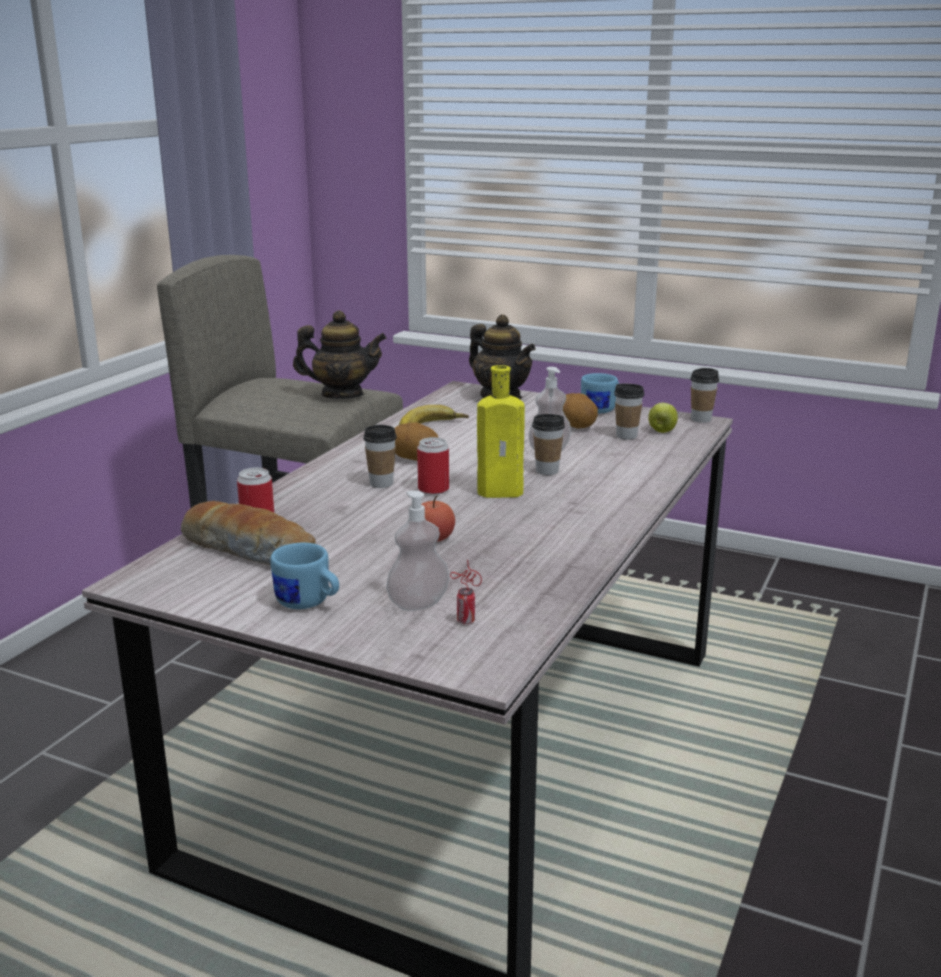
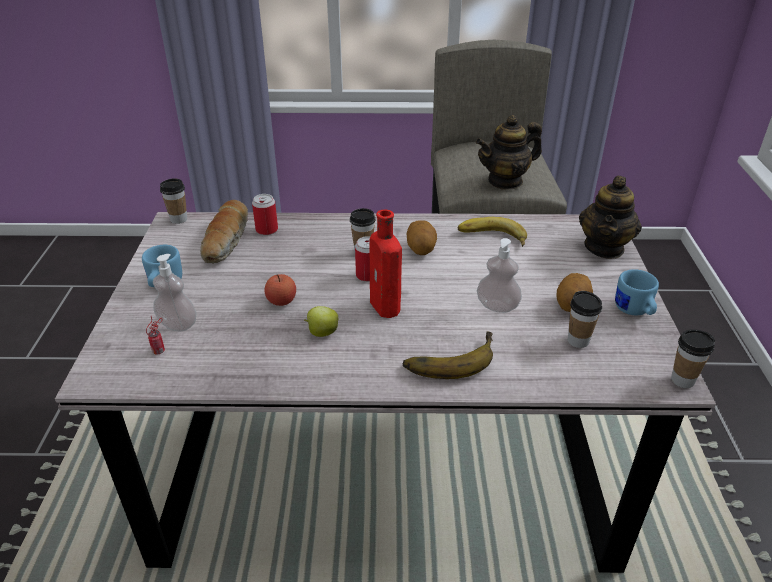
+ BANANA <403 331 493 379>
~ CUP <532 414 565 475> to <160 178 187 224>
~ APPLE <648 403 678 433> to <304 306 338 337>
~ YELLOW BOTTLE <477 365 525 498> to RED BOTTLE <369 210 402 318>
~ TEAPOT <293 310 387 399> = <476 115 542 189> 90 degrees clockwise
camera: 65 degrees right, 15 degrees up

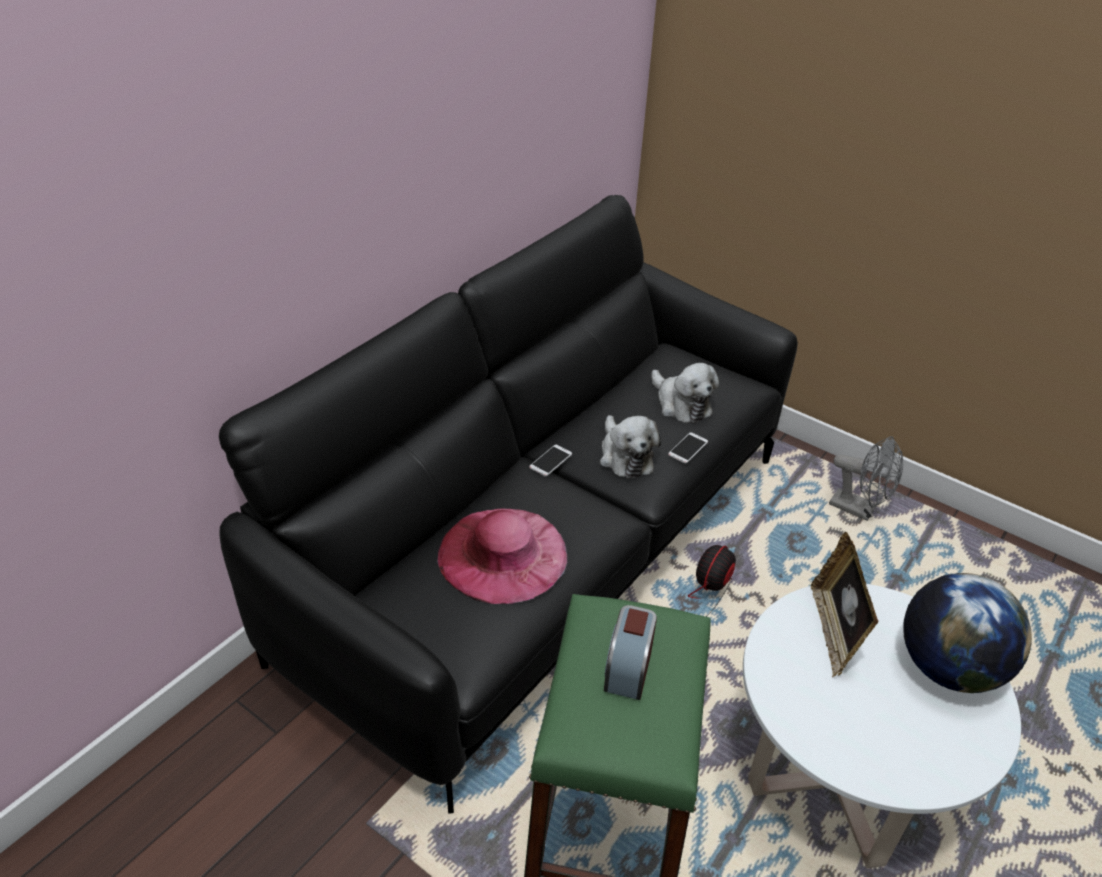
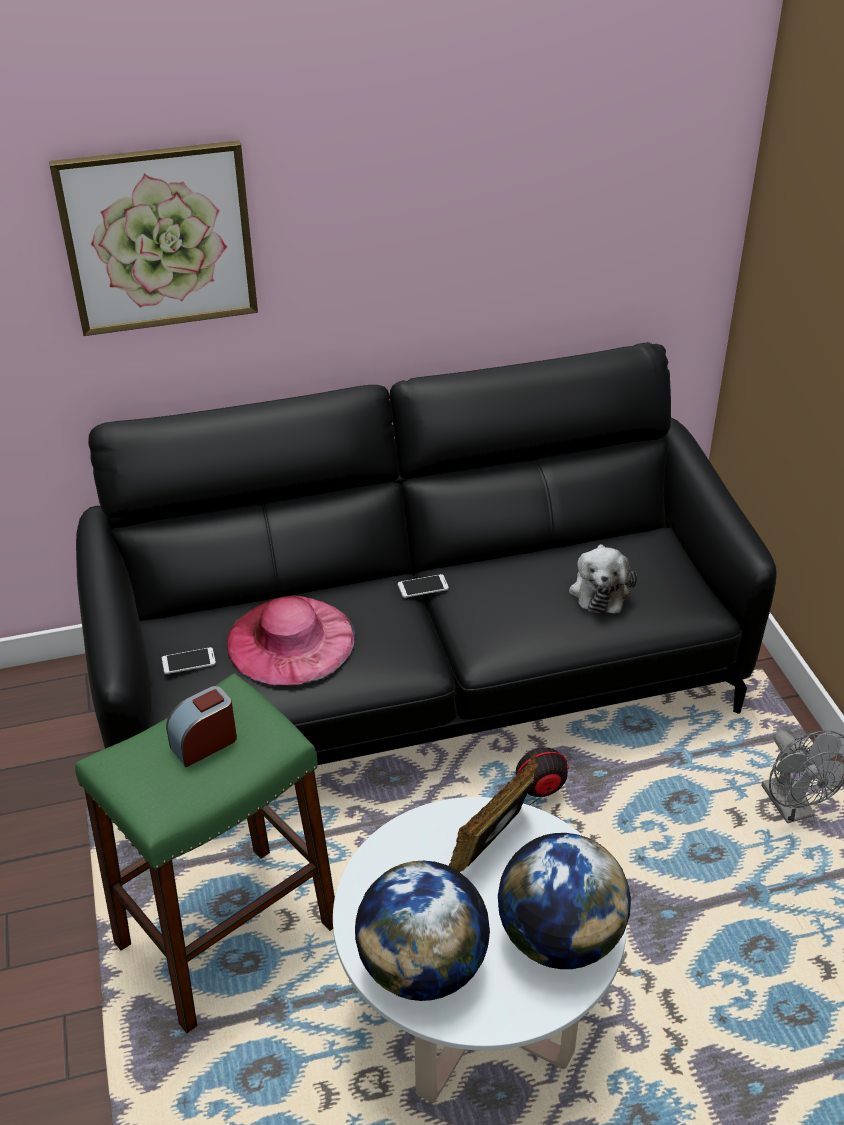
- PLUSH TOY <600 415 661 479>
+ PICTURE <49 140 258 336>
+ GLOBE <355 861 490 1001>
~ PHONE <668 433 708 464> to <162 647 216 674>
camera: 40 degrees right, 0 degrees up

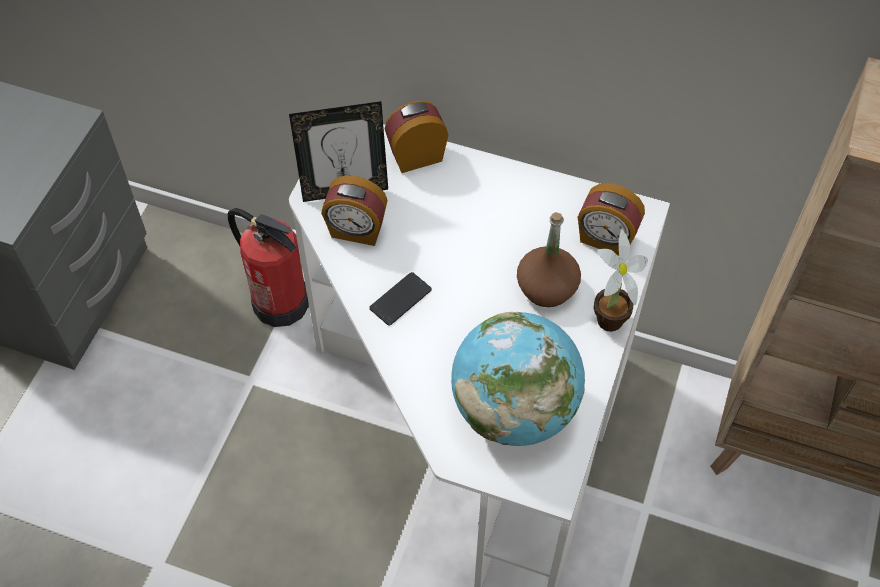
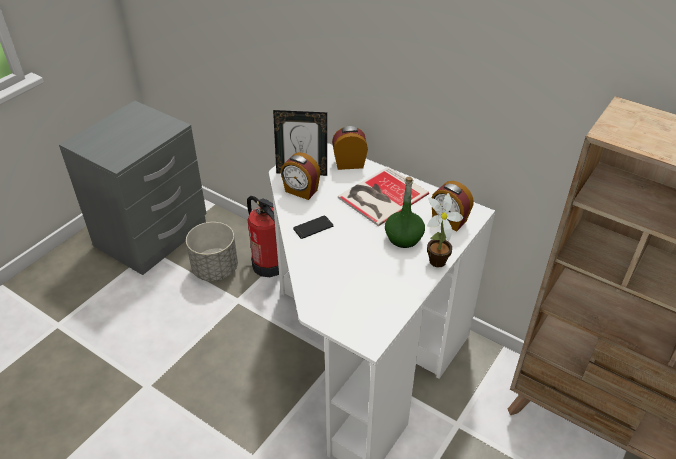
- GLOBE <451 312 585 446>
+ GREY PLANTER <186 222 238 281>
+ BOOK <338 167 429 226>
~ BROWN BOTTLE <517 212 581 307> to GREEN BOTTLE <385 177 425 248>
camera: 15 degrees right, 15 degrees down

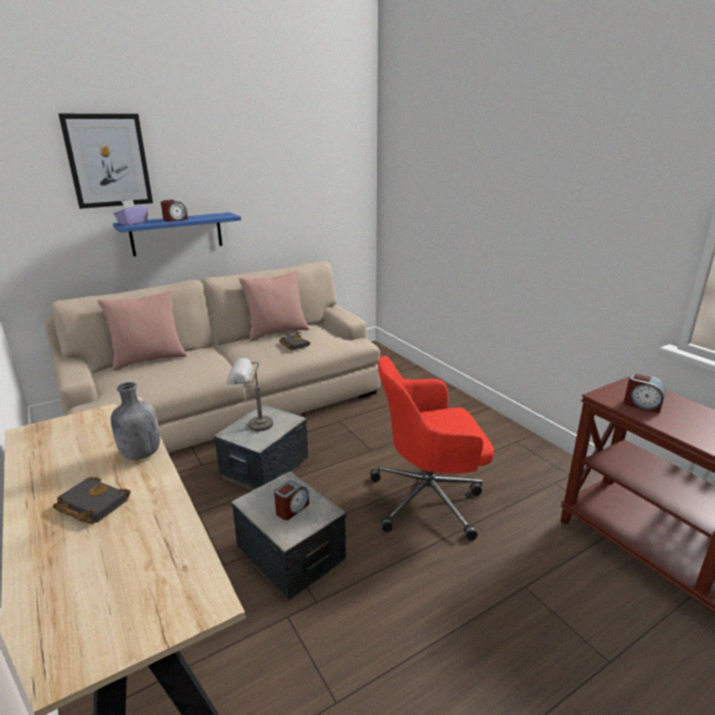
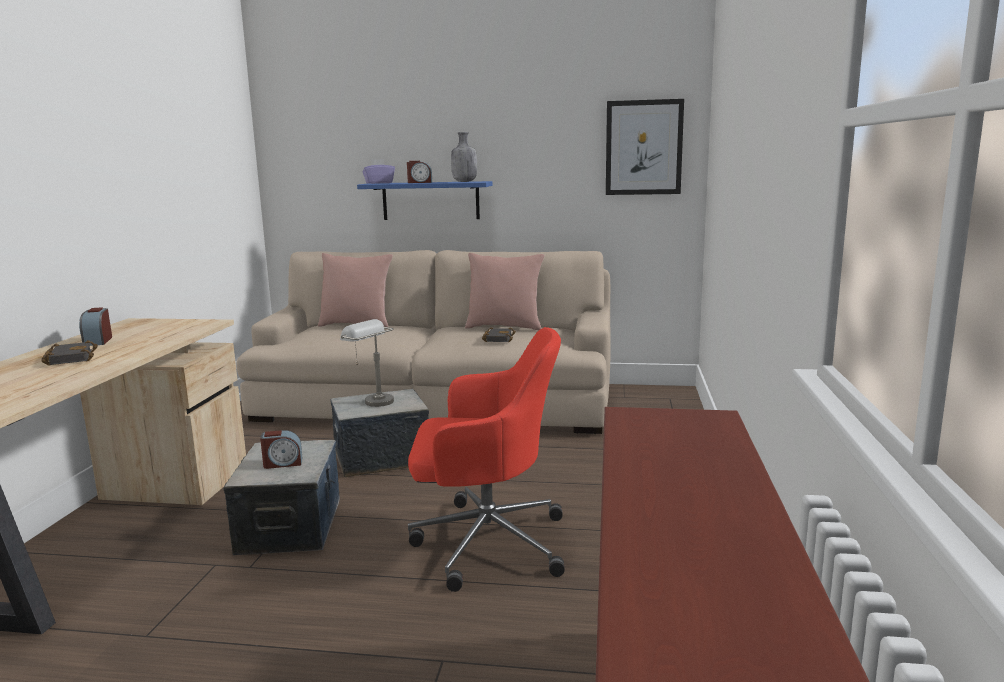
~ PICTURE <59 114 153 209> to <606 99 684 195>
~ GREY BOTTLE <111 382 160 460> to <451 132 477 182>
~ ALARM CLOCK <624 373 666 413> to <79 307 112 346>
~ RED OFFICE CHAIR <370 356 494 540> = <408 327 565 592> 150 degrees clockwise
camera: 40 degrees right, 10 degrees down

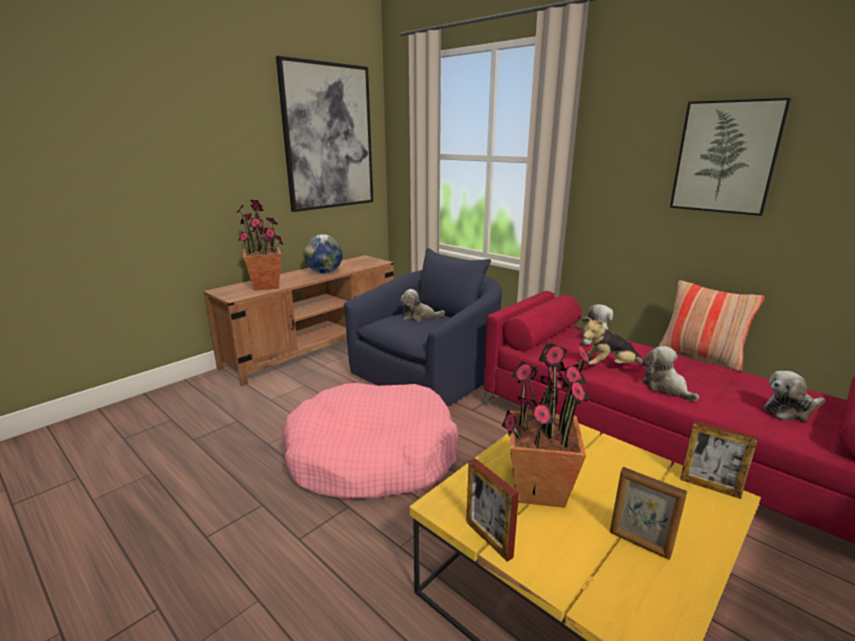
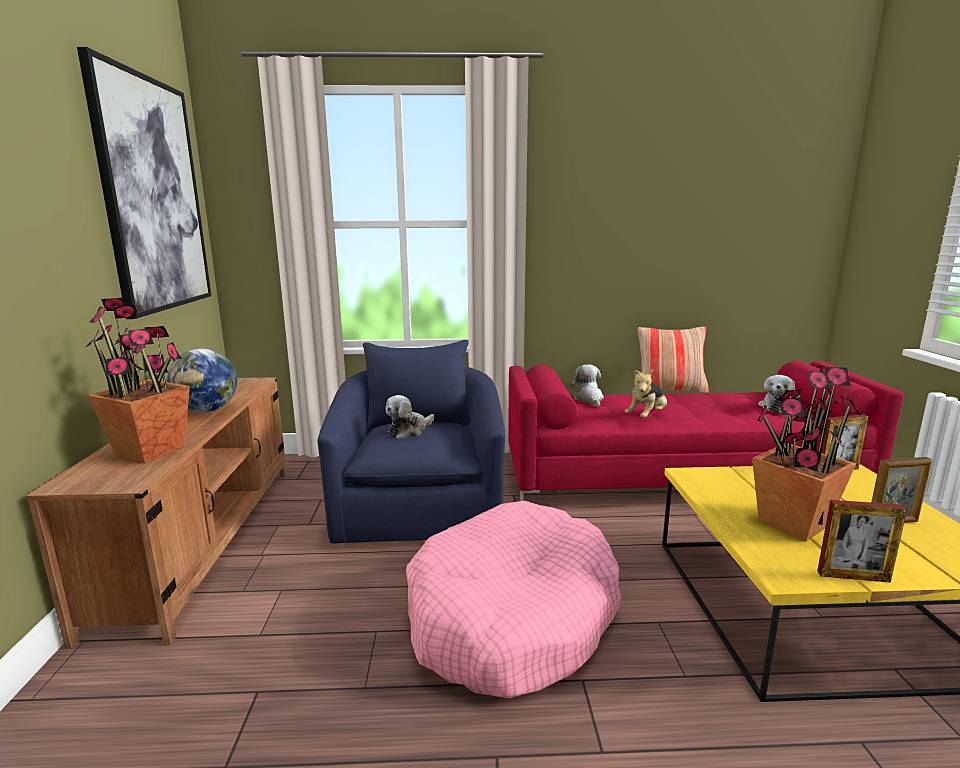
- PLUSH TOY <642 346 699 402>
- PICTURE <670 98 791 216>
camera: 45 degrees left, 5 degrees down

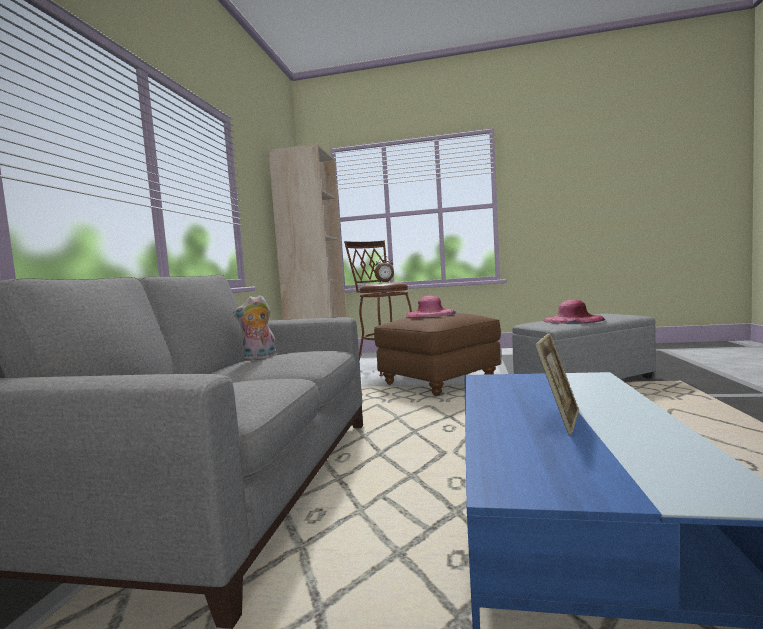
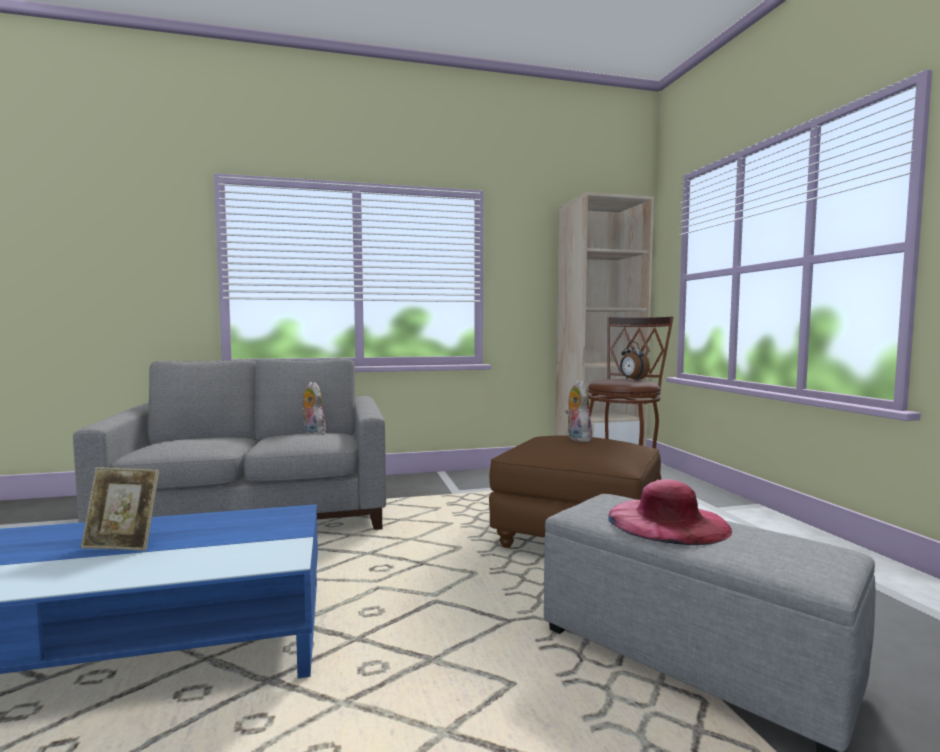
~ PINK HAT <405 295 457 317> to PLUSH TOY <565 380 592 442>
camera: 65 degrees right, 0 degrees up

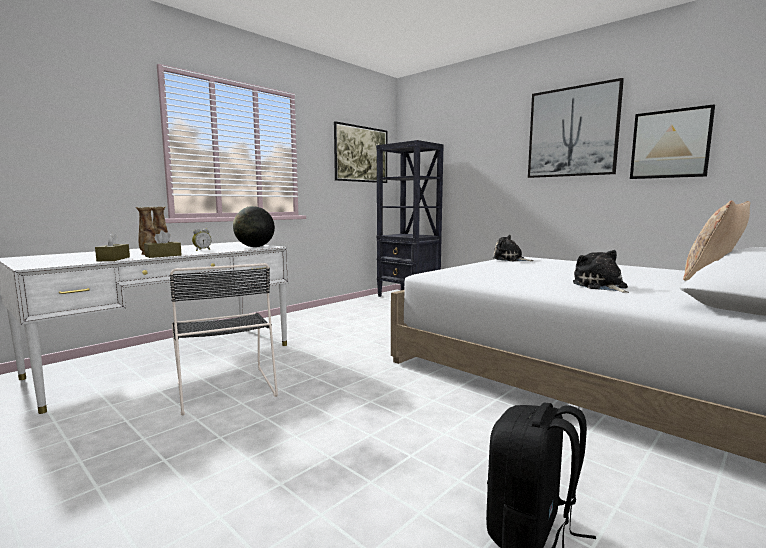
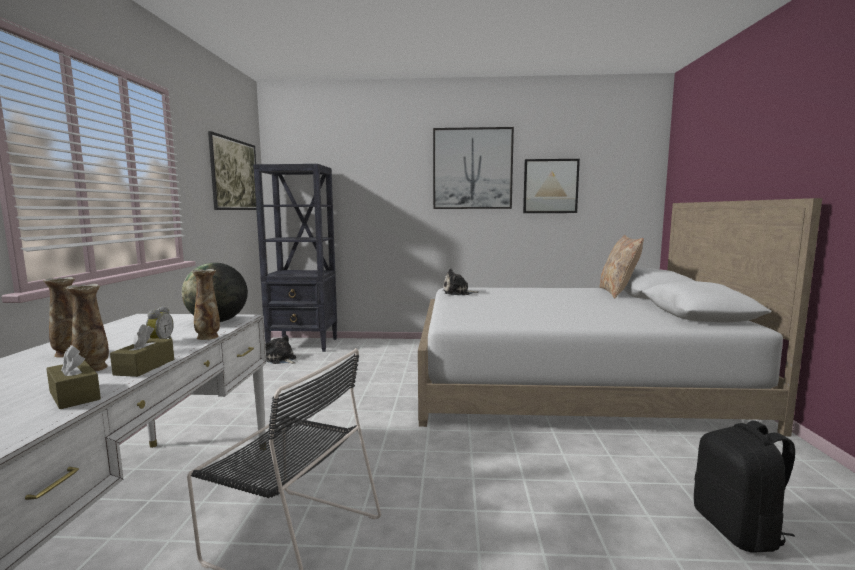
+ VASE <192 269 220 340>
~ PLUSH TOY <573 250 629 293> to <265 335 296 364>
camera: 40 degrees left, 0 degrees up

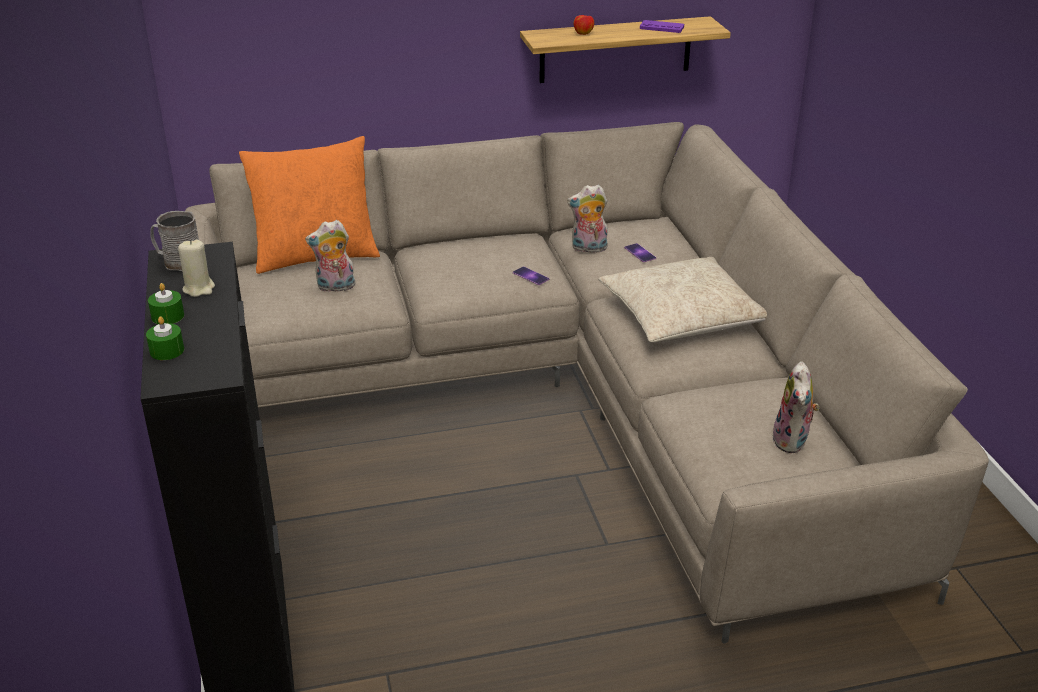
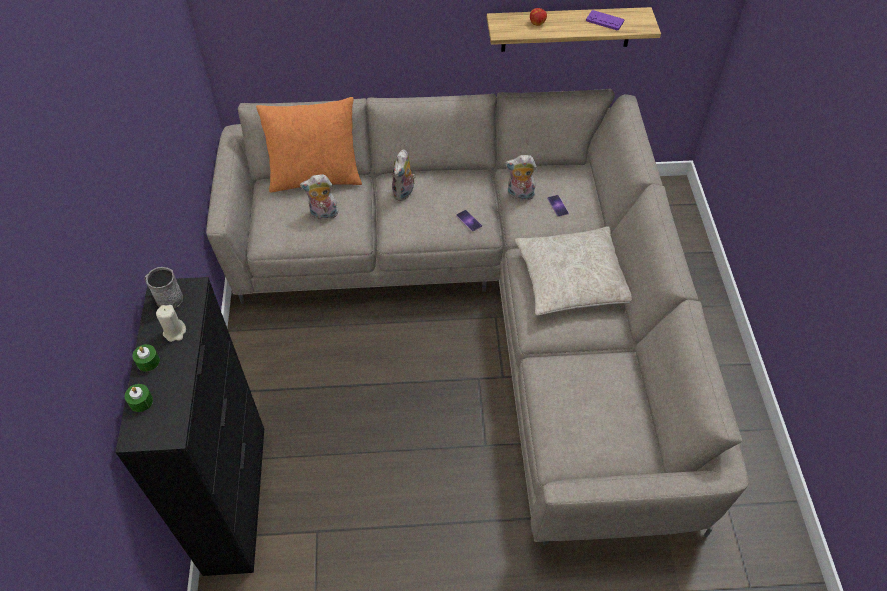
~ PLUSH TOY <772 361 820 453> to <392 150 416 201>
camera: 10 degrees right, 20 degrees up

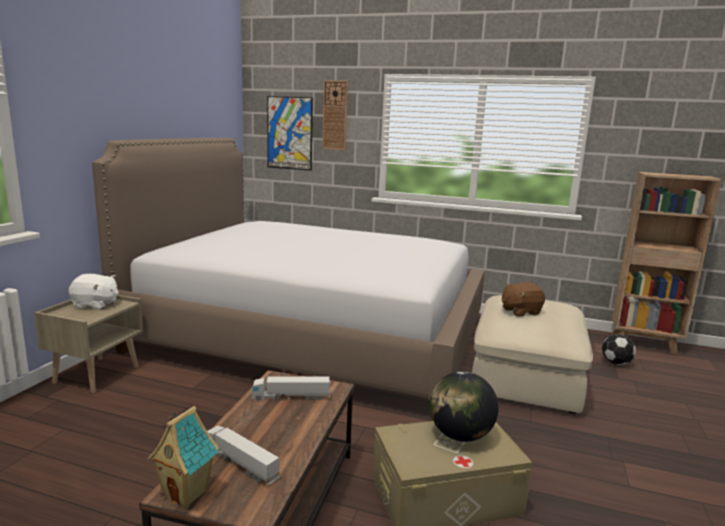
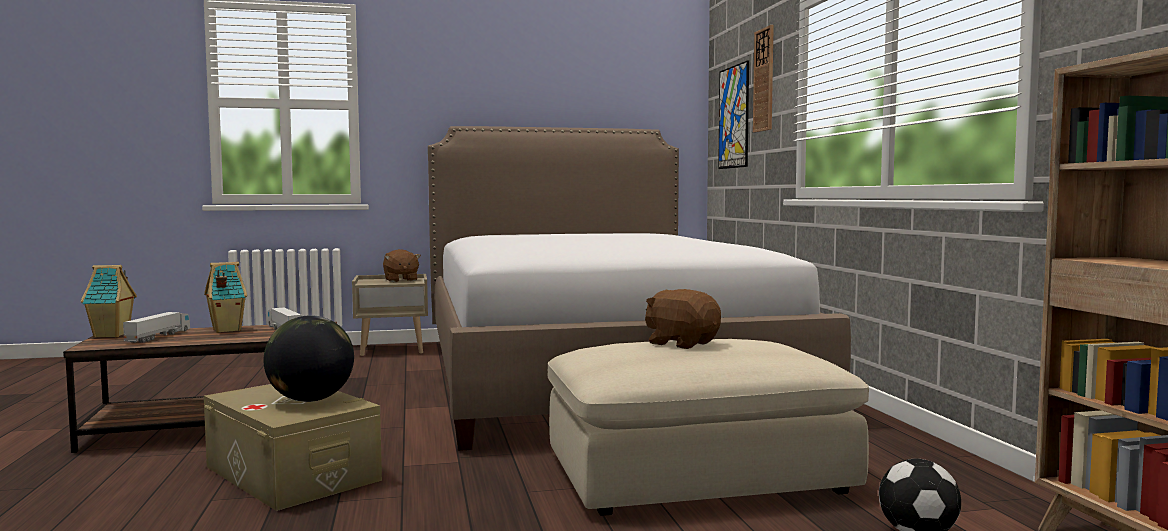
+ TOY HOUSE <204 262 247 333>
~ WHITE PLUSH TOY <69 274 119 310> to BROWN PLUSH TOY <383 249 421 282>
camera: 60 degrees right, 10 degrees down

